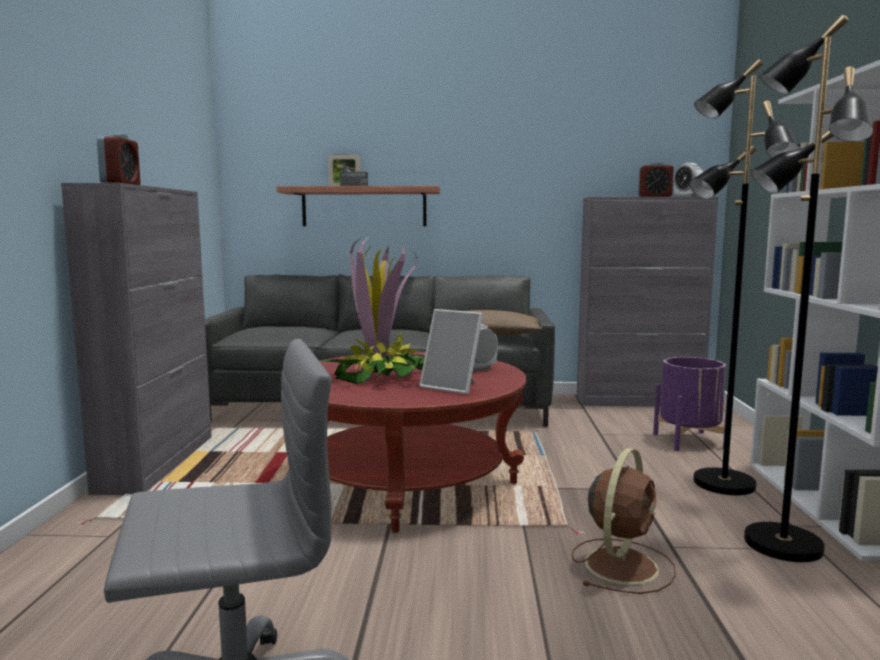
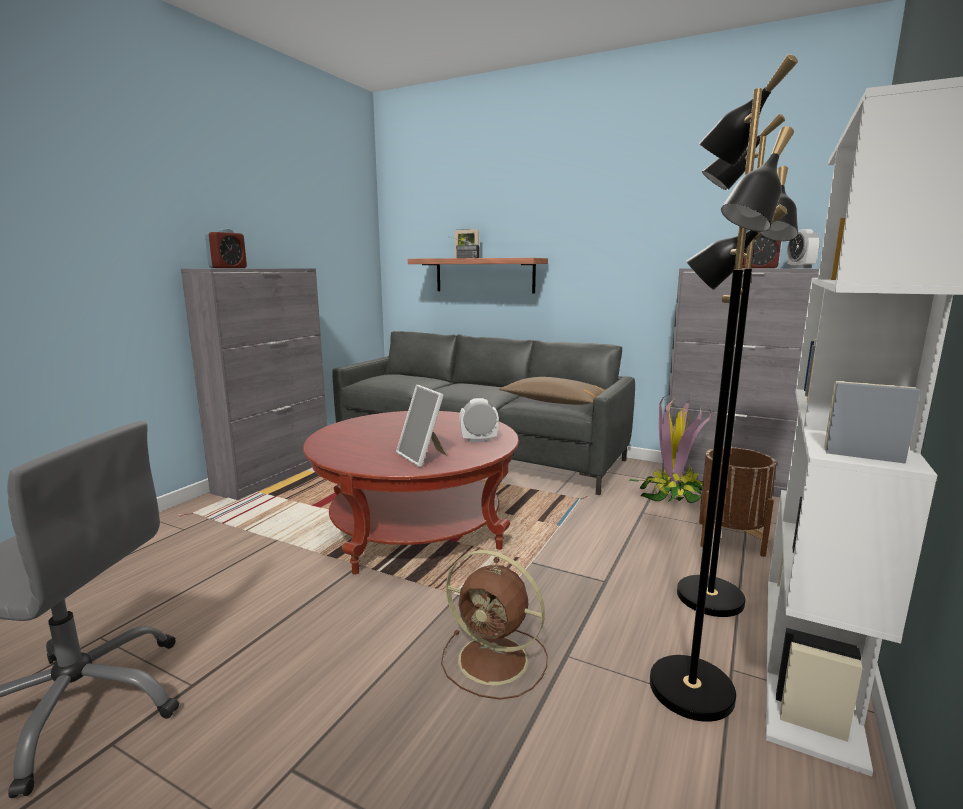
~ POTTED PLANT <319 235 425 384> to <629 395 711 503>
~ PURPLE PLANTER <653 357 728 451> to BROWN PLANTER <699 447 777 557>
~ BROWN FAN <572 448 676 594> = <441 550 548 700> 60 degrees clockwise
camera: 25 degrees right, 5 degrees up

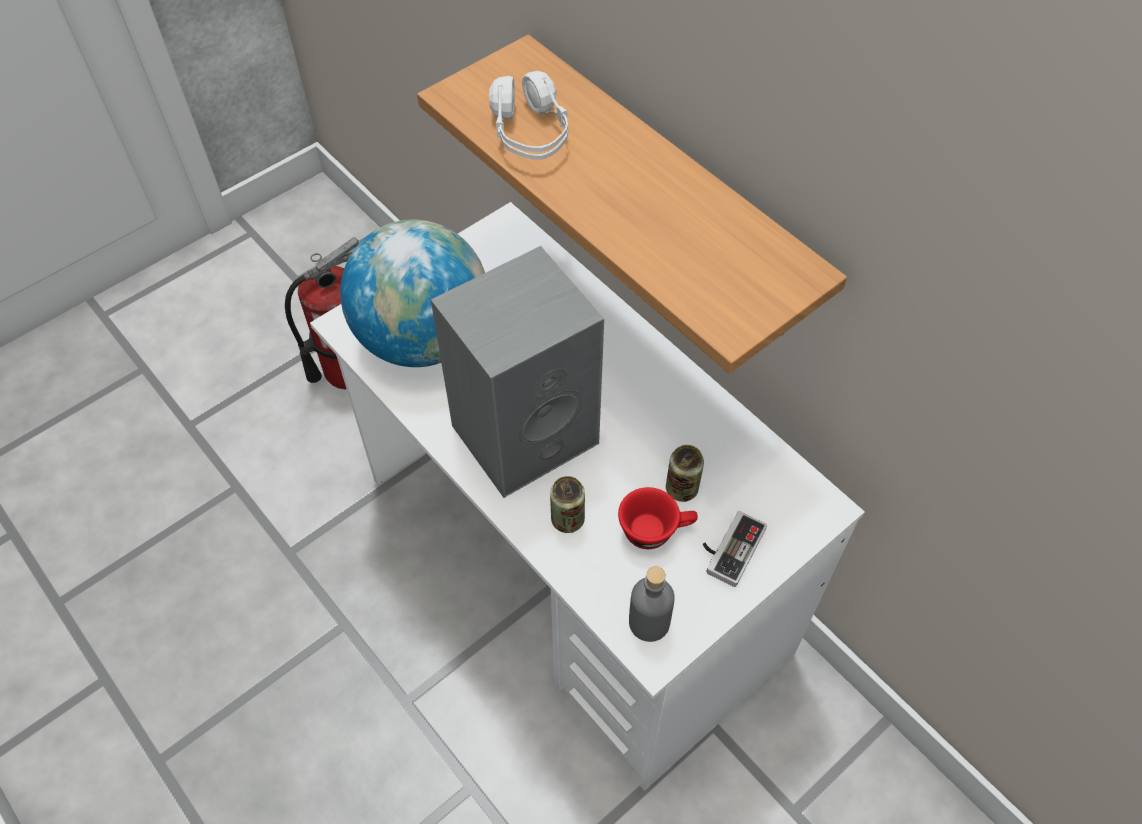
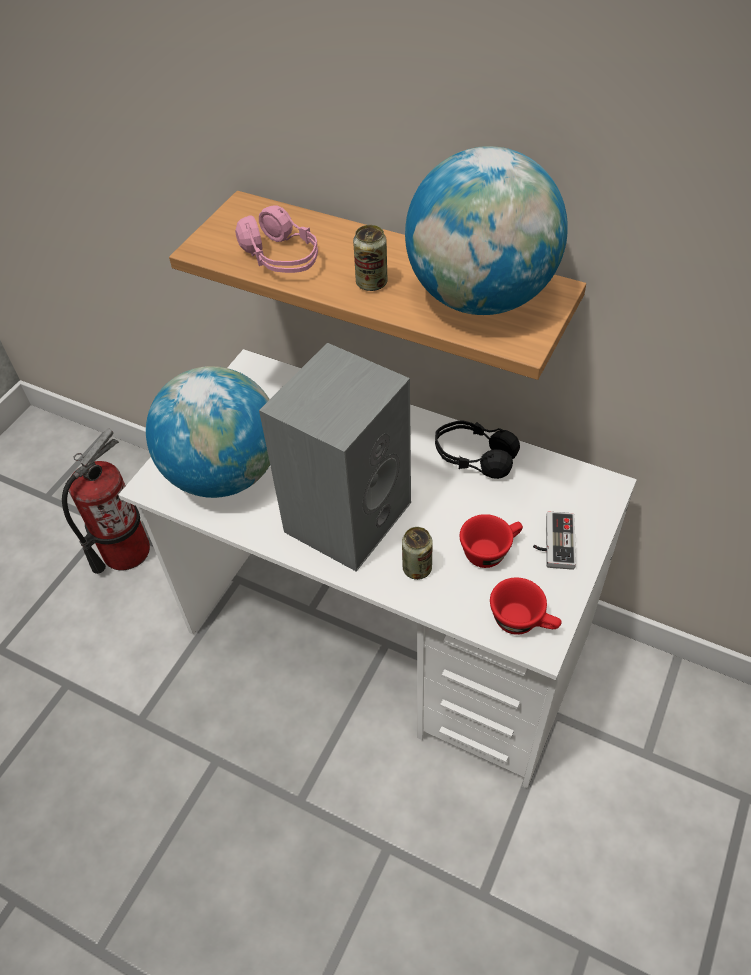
+ GLOBE <405 146 568 315>
+ BLACK HEADPHONES <435 421 520 479>
~ CAN <666 445 704 502> to <353 225 388 291>
~ GREY BOTTLE <629 566 675 642> to RED CUP <490 577 562 635>
~ WHITE HEADPHONES <489 71 568 160> to PINK HEADPHONES <235 205 318 273>
camera: 20 degrees left, 5 degrees down

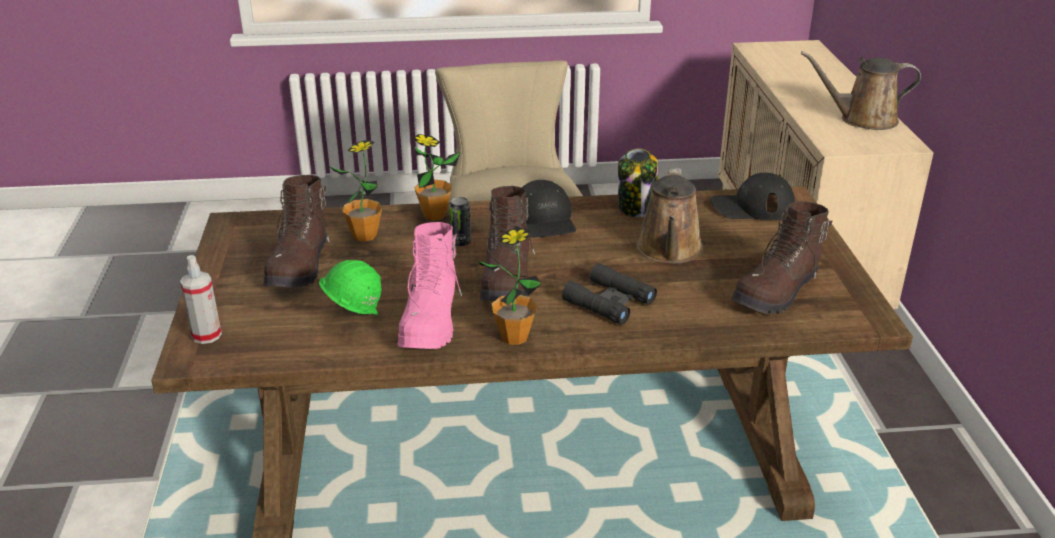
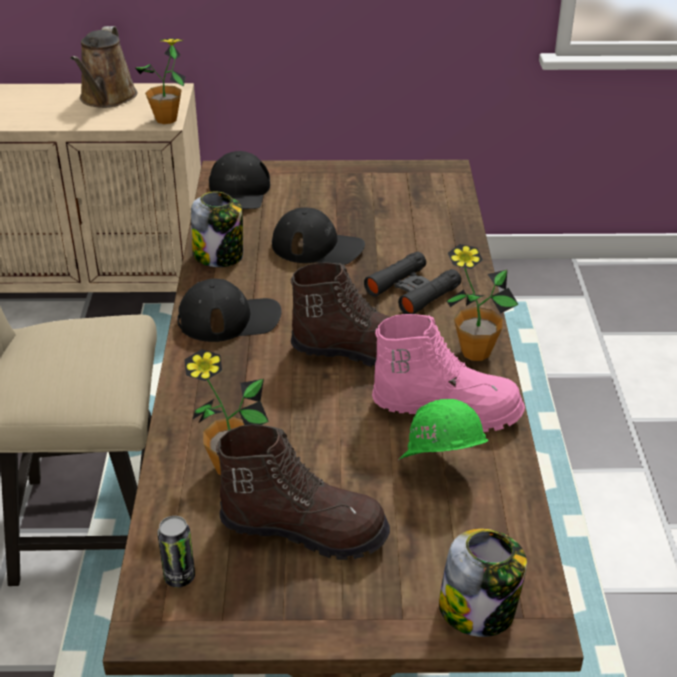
- BROWN BOOT <731 201 833 314>
~ POTTED PLANT <413 134 460 220> to <135 39 186 124>
~ CAN <449 197 471 246> to <157 516 195 587>
~ SPRAY BOTTLE <180 255 222 344> to JAR <439 529 527 637>
~ BROWN WATERING CAN <637 168 703 264> to BLACK CAP <272 208 365 265>
camera: 85 degrees left, 5 degrees up

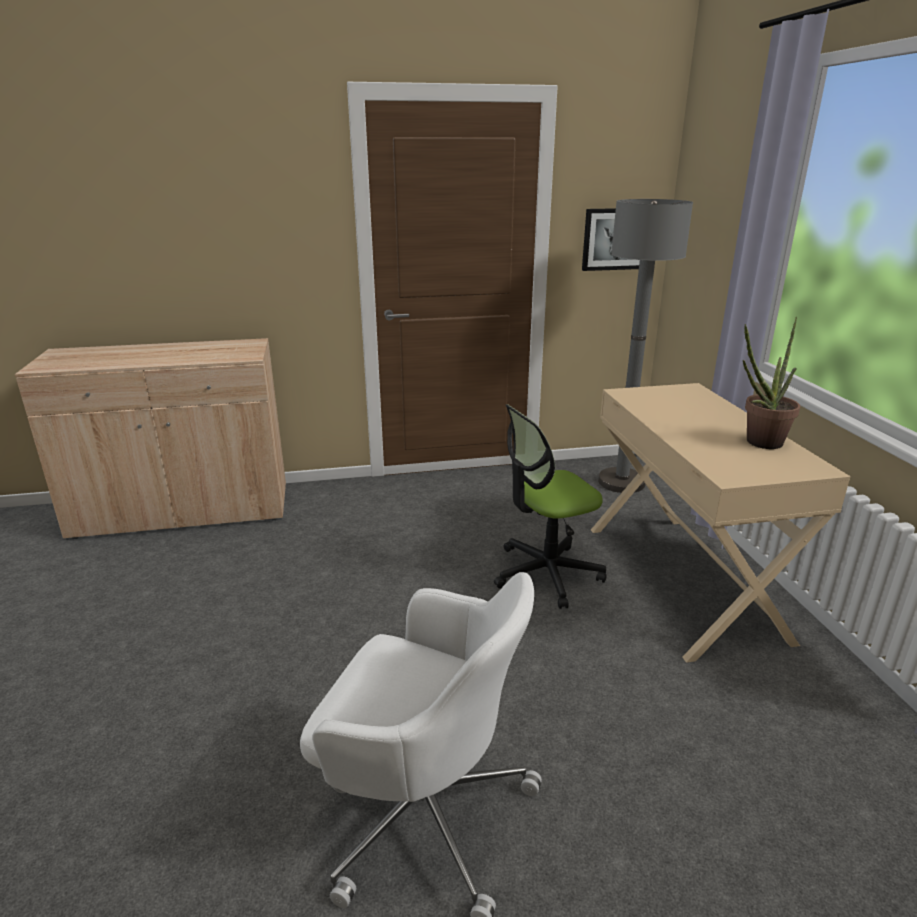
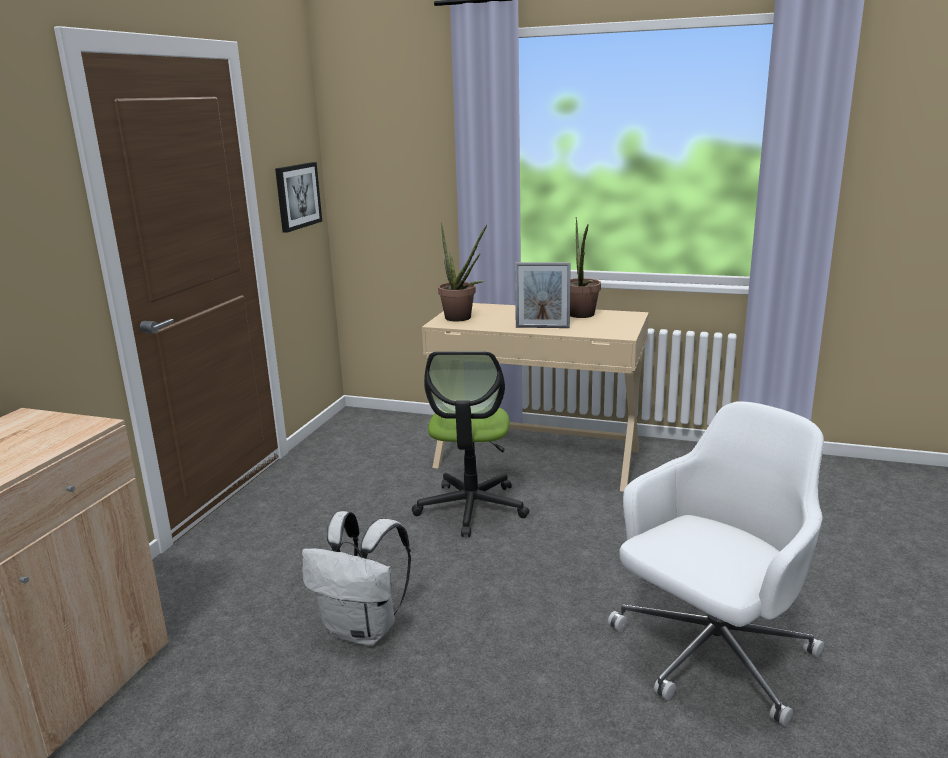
- GREY FLOOR LAMP <598 199 693 493>
+ WHITE BACKPACK <302 511 411 646>
+ POTTED PLANT <438 222 487 321>
+ PICTURE FRAME <515 262 571 328>
camera: 60 degrees left, 5 degrees down

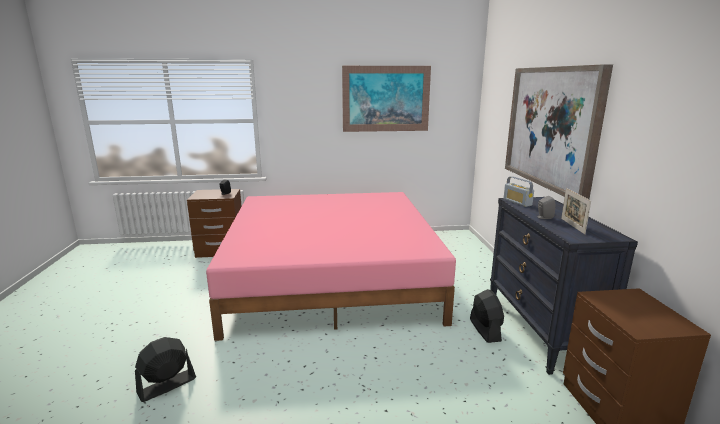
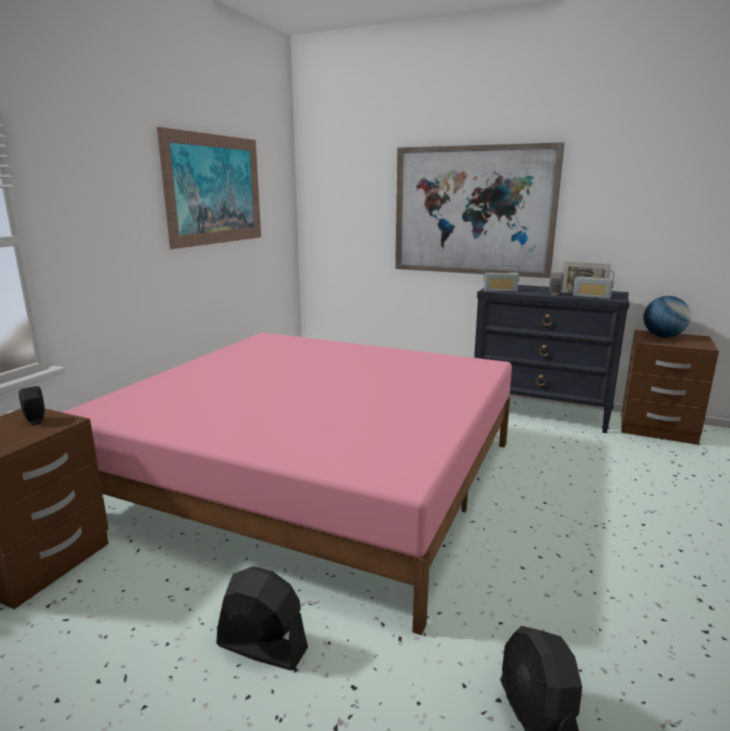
+ RADIO <573 268 614 299>
+ GLOBE <643 296 691 338>
~ BLACK FAN <470 289 504 343> to <216 566 308 670>
camera: 60 degrees left, 0 degrees up

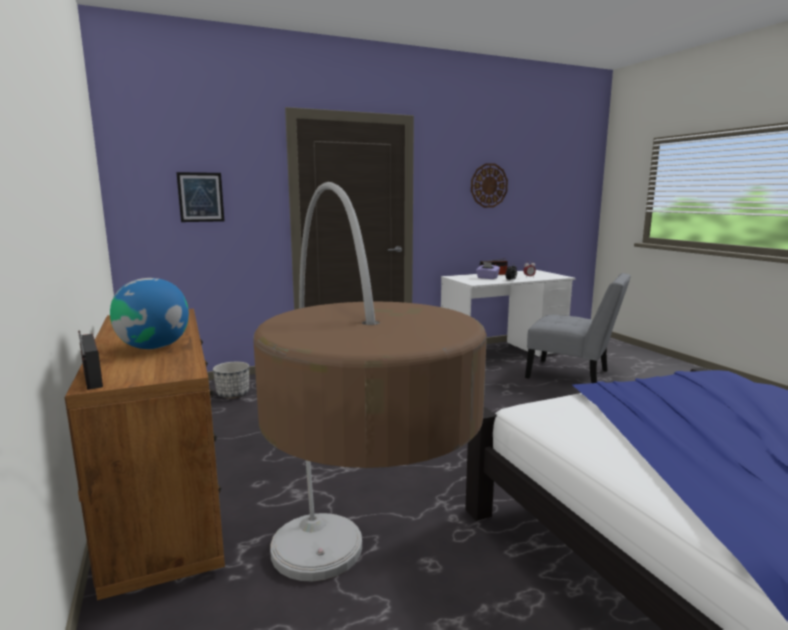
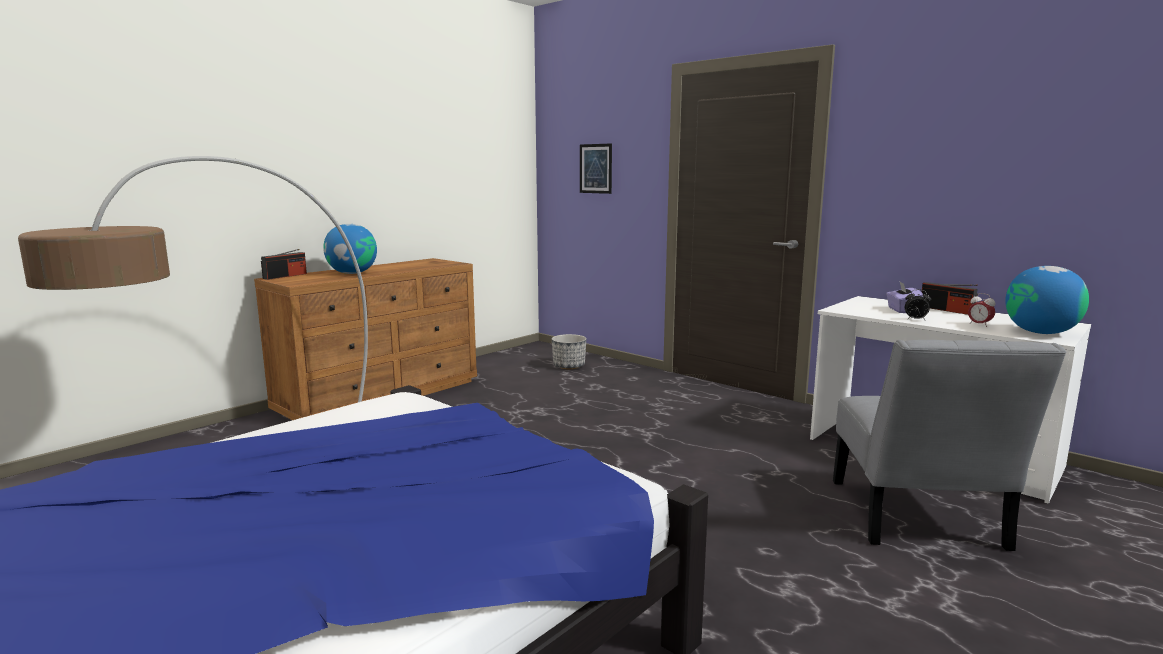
- WALL CLOCK <471 163 508 208>
+ GLOBE <1005 266 1089 334>
camera: 65 degrees right, 0 degrees up

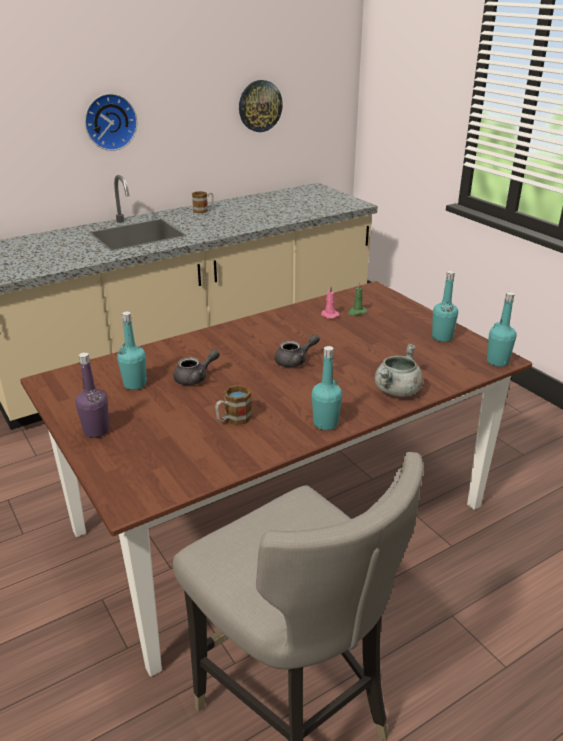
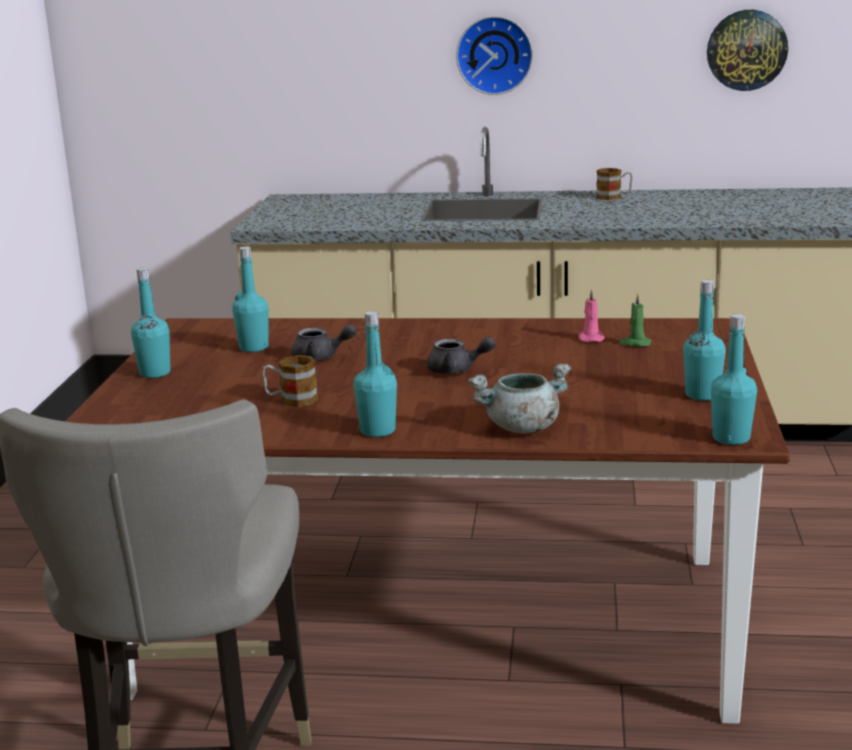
~ PURPLE BOTTLE <75 352 109 438> to TURQUOISE BOTTLE <131 268 171 378>
camera: 40 degrees right, 10 degrees down

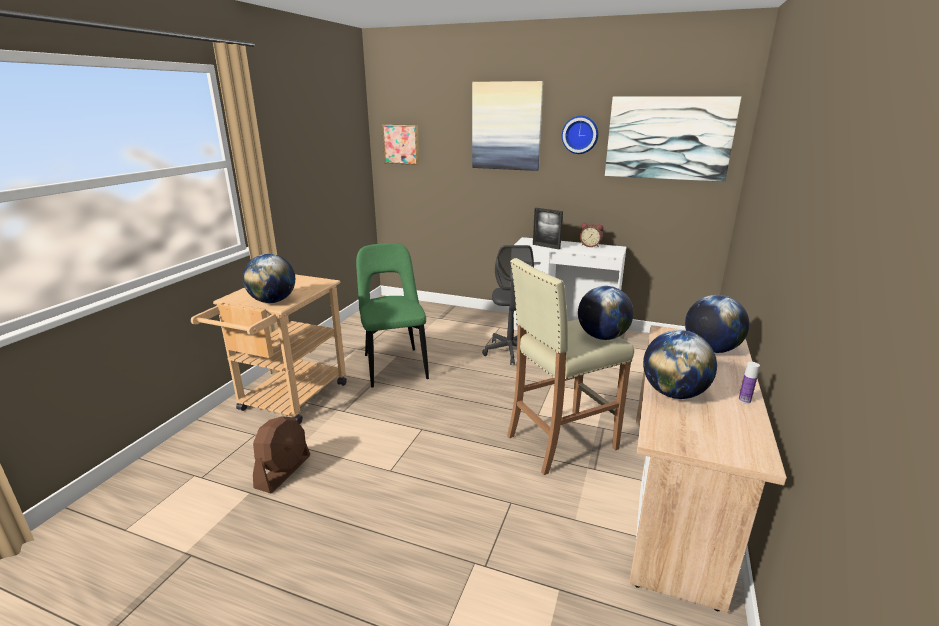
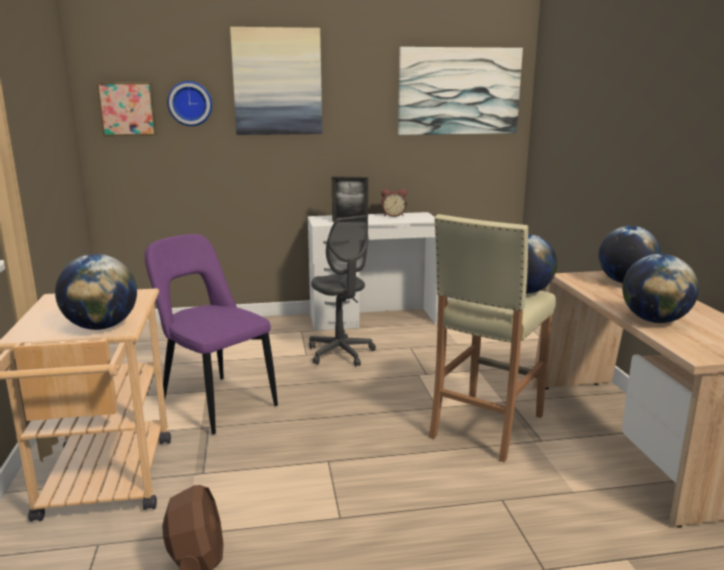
- BOTTLE <739 362 760 404>
~ WALL CLOCK <562 116 598 154> to <167 81 212 126>
~ GREEN CHAIR <356 243 429 388> to PURPLE CHAIR <145 234 278 435>
camera: 30 degrees left, 5 degrees down

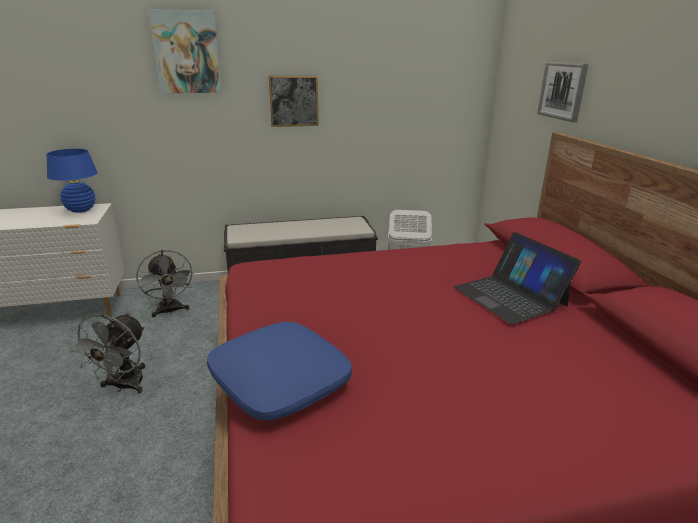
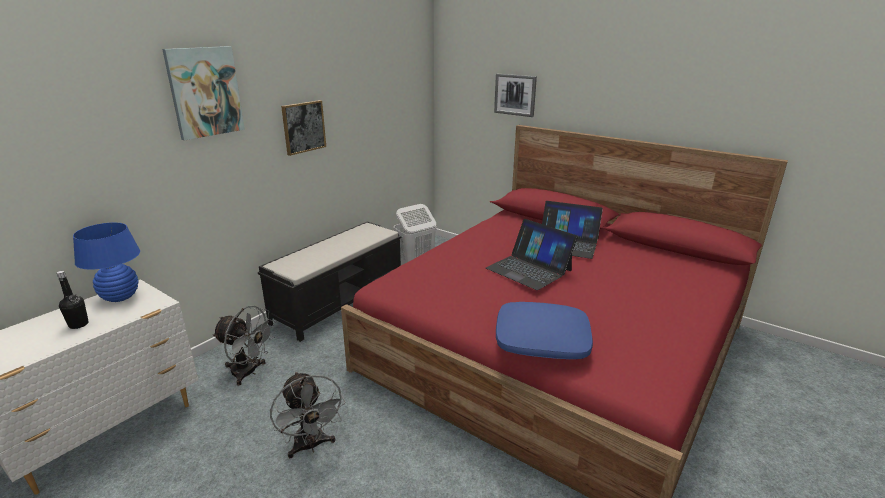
+ BLACK BOTTLE <57 271 89 329>
+ LAPTOP <486 219 578 290>
camera: 40 degrees left, 0 degrees up

